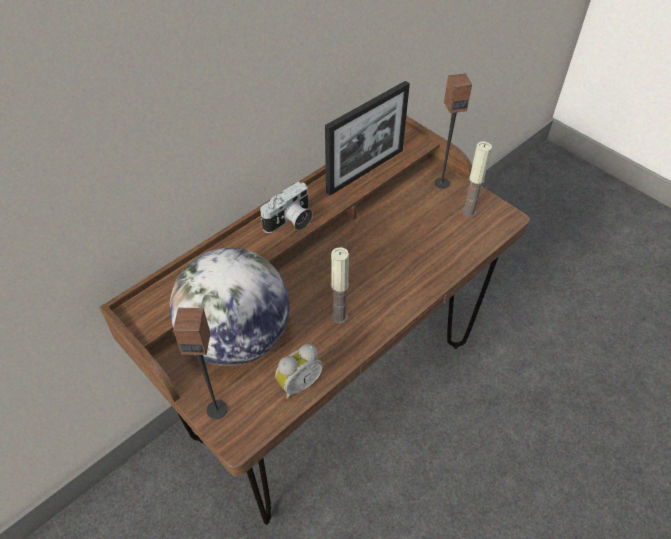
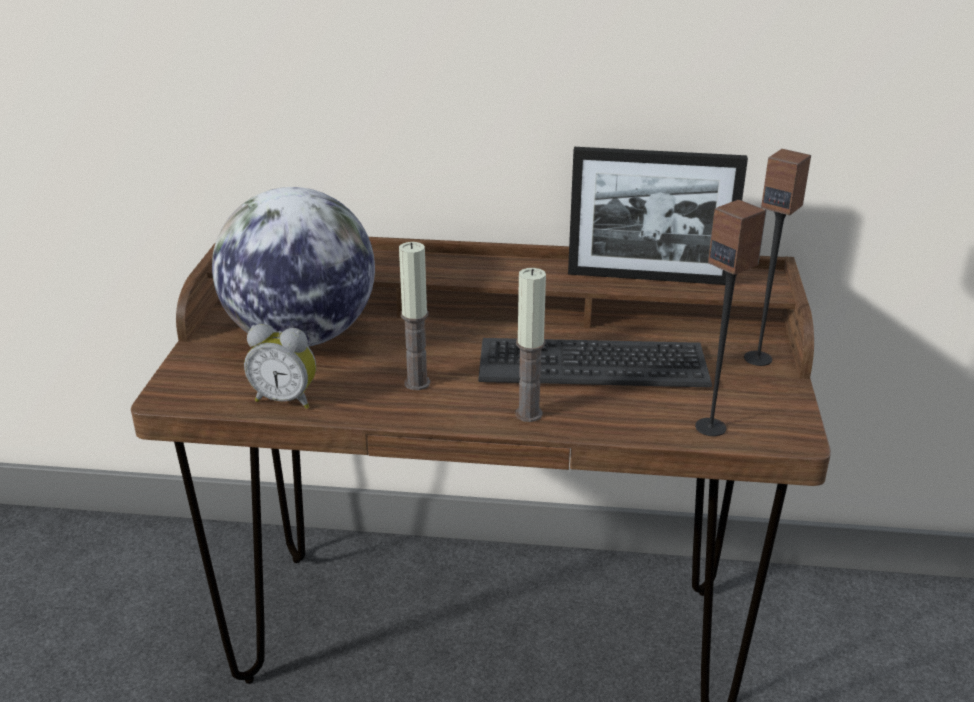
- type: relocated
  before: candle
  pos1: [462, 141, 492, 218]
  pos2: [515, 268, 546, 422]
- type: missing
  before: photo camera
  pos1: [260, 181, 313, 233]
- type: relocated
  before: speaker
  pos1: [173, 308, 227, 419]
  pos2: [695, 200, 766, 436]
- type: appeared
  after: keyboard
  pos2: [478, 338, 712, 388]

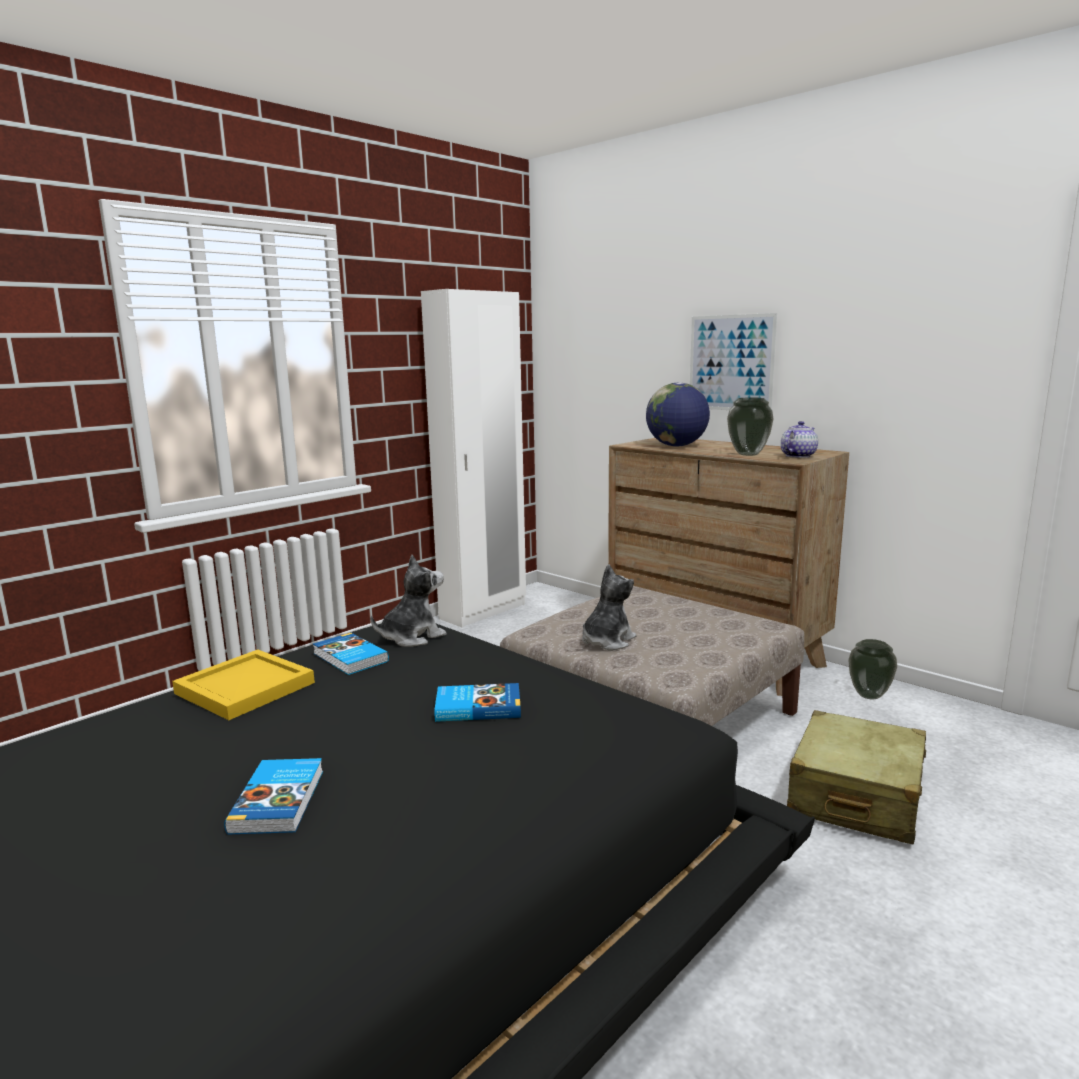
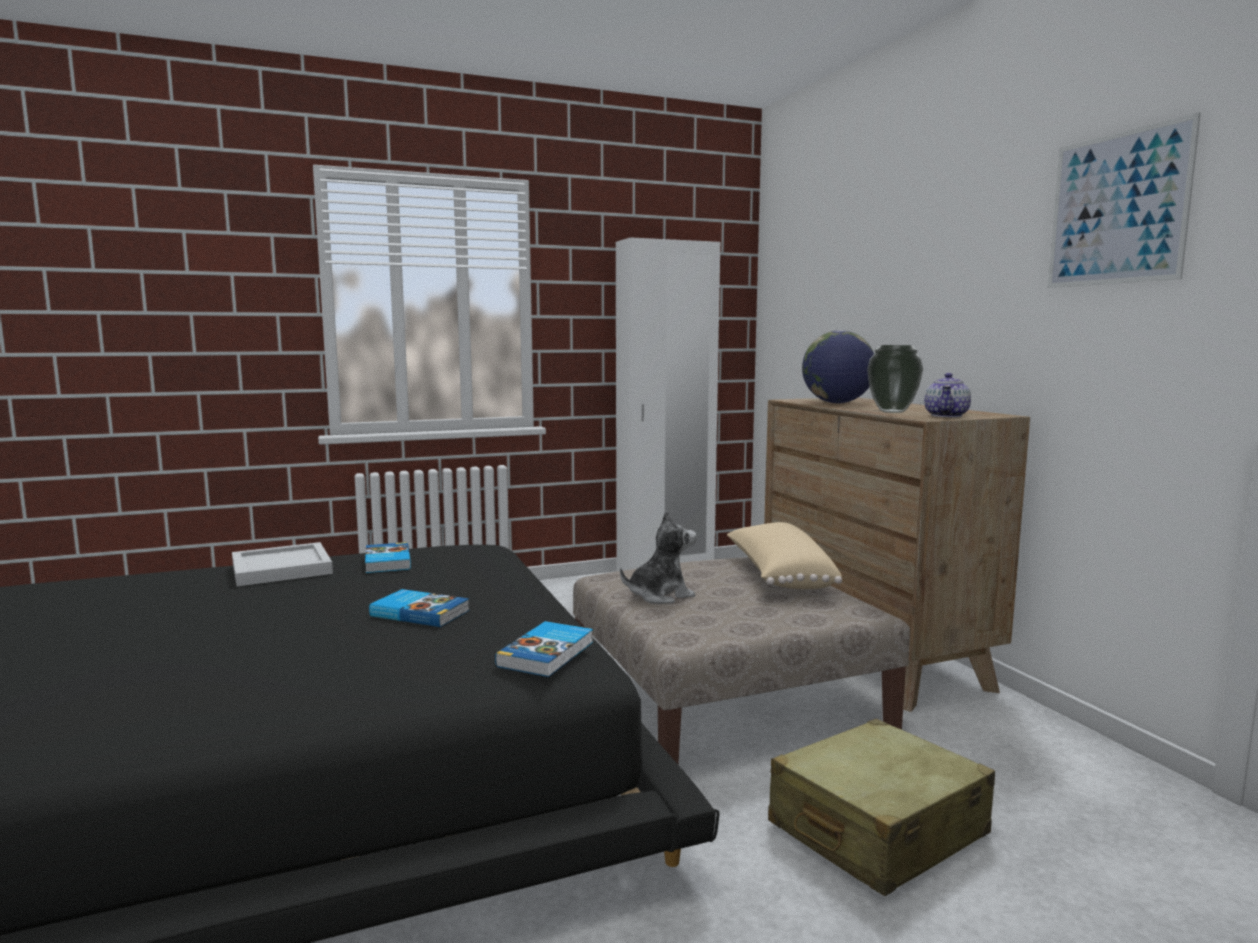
- type: relocated
  before: picture
  pos1: [690, 313, 777, 410]
  pos2: [1048, 112, 1201, 288]
- type: spun
  before: teapot
  pos1: [781, 421, 818, 458]
  pos2: [924, 373, 971, 417]
  turn: 135
- type: missing
  before: plush toy
  pos1: [370, 555, 447, 647]
- type: missing
  before: vase
  pos1: [848, 639, 897, 700]
- type: colour
  before: tray/yellow
  after: tray/white
  pos1: [172, 650, 315, 720]
  pos2: [232, 542, 333, 586]
- type: relocated
  before: book
  pos1: [224, 758, 323, 834]
  pos2: [495, 621, 593, 677]
- type: appeared
  after: pillow/beige
  pos2: [727, 522, 842, 589]

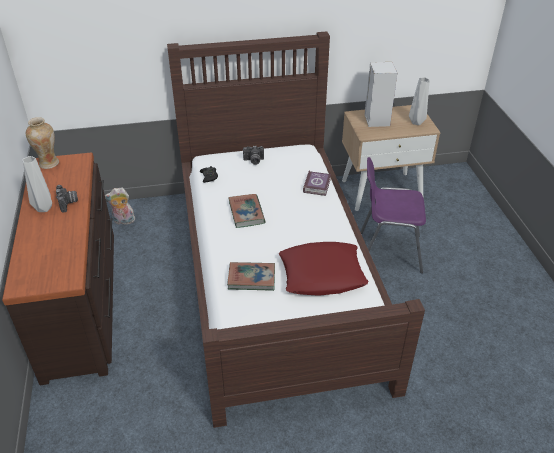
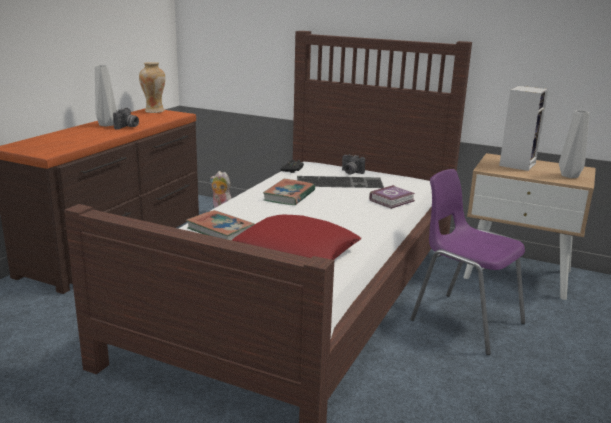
- type: appeared
  after: keyboard
  pos2: [297, 176, 384, 188]

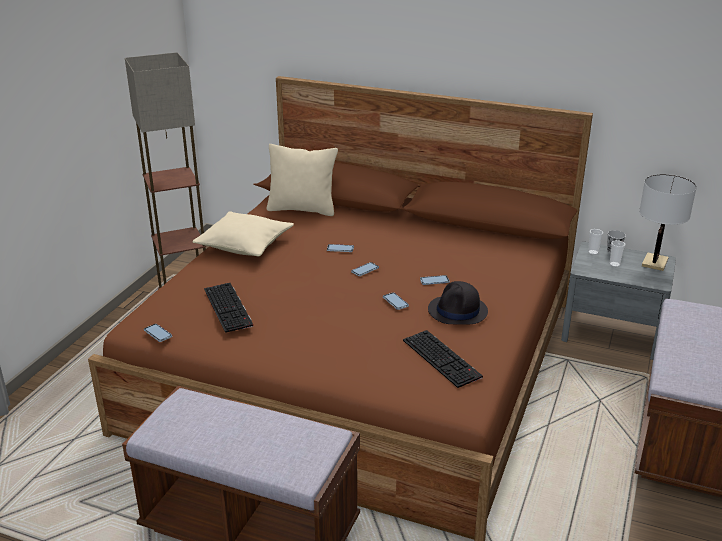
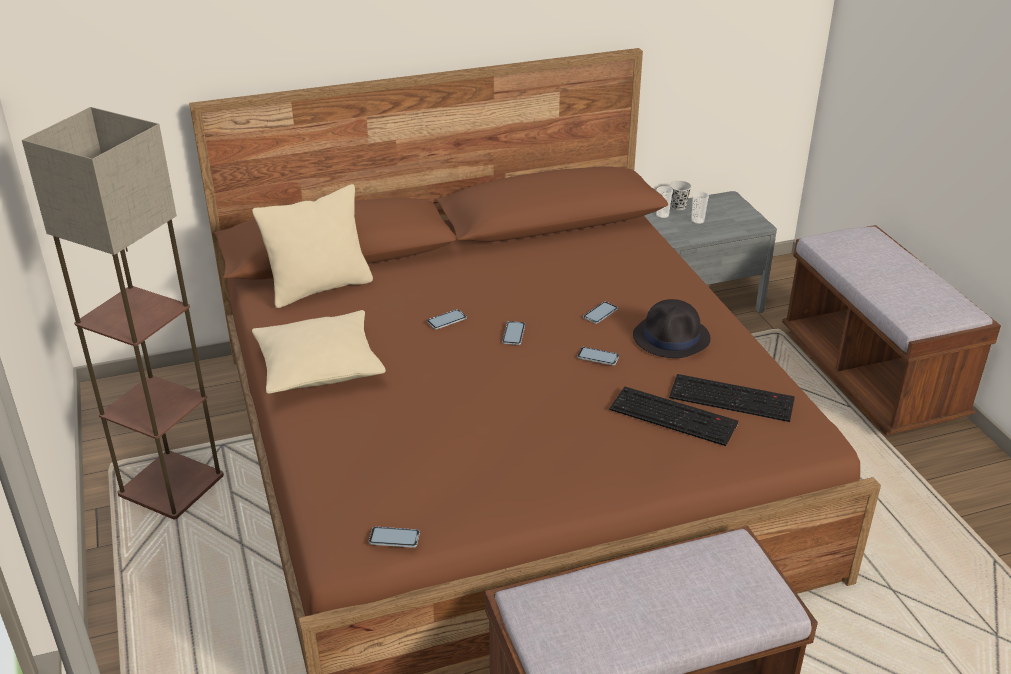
- type: missing
  before: table lamp/white
  pos1: [639, 174, 697, 271]
- type: relocated
  before: keyboard
  pos1: [204, 283, 253, 333]
  pos2: [610, 387, 739, 446]

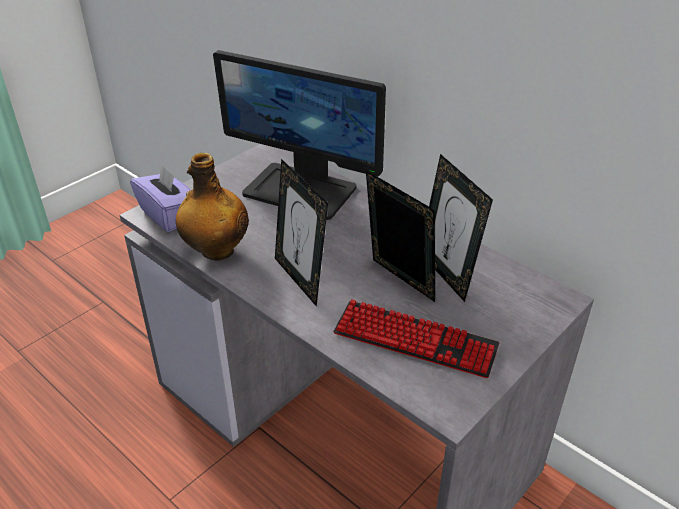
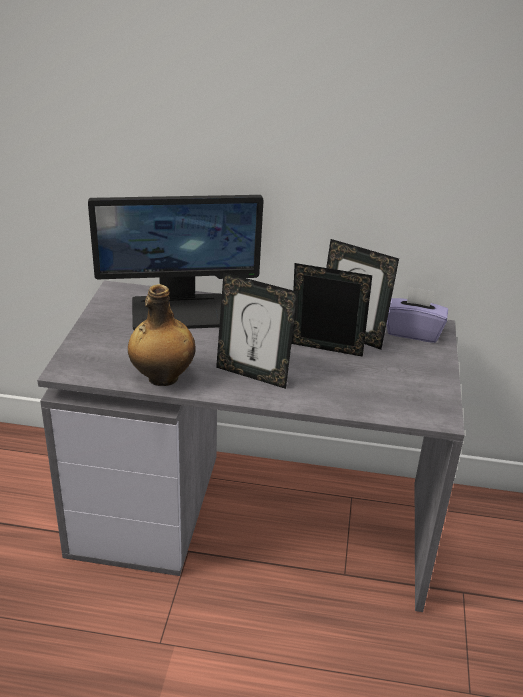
- type: relocated
  before: tissue box/purple
  pos1: [130, 163, 190, 232]
  pos2: [386, 286, 448, 343]
- type: missing
  before: keyboard
  pos1: [333, 299, 500, 378]

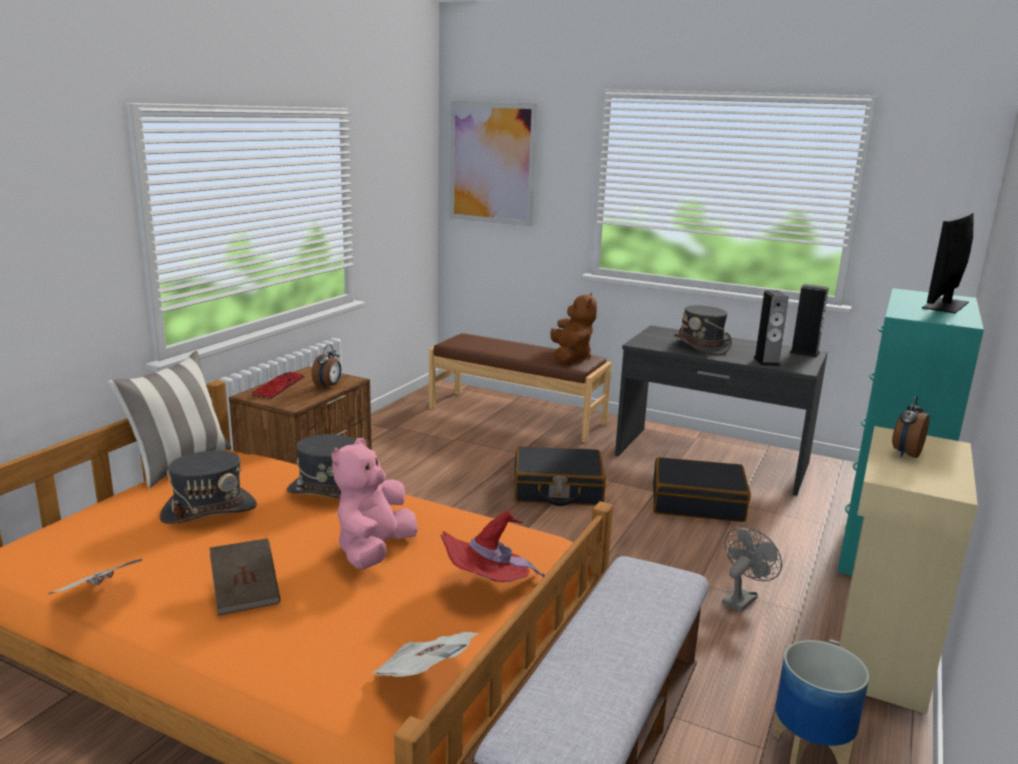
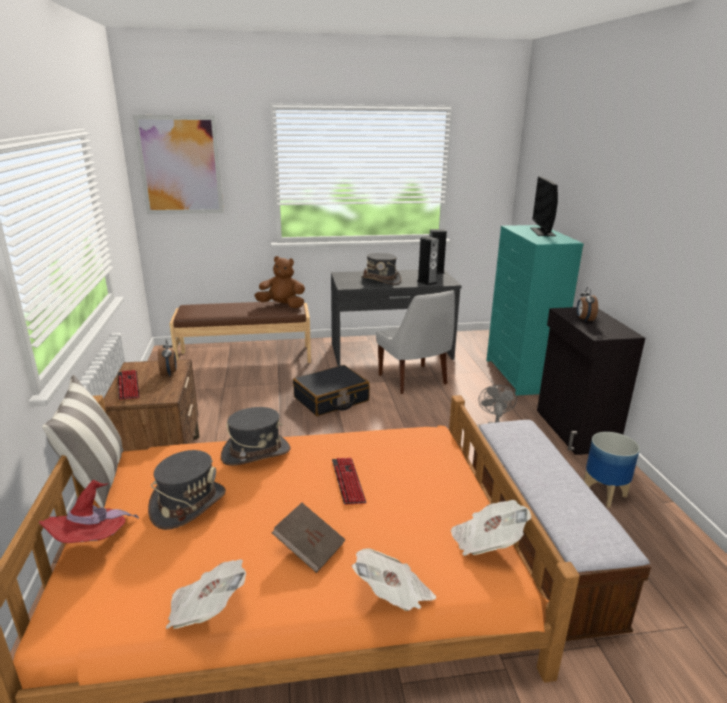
- type: spun
  before: plush toy/brown
  pos1: [550, 293, 597, 363]
  pos2: [254, 256, 305, 308]
  turn: -45
- type: colour
  before: cabinet/beige
  after: cabinet/black
  pos1: [829, 426, 978, 714]
  pos2: [537, 307, 645, 455]
- type: exchanged
  before: plush toy/pink
  after: keyboard
  pos1: [332, 438, 418, 569]
  pos2: [332, 458, 366, 505]
- type: exchanged
  before: suitcase/black
  after: chair/white
  pos1: [653, 457, 751, 522]
  pos2: [376, 290, 455, 394]
- type: relocated
  before: hat/red
  pos1: [440, 510, 545, 582]
  pos2: [39, 480, 139, 543]
- type: appeared
  after: newspaper
  pos2: [352, 548, 436, 611]

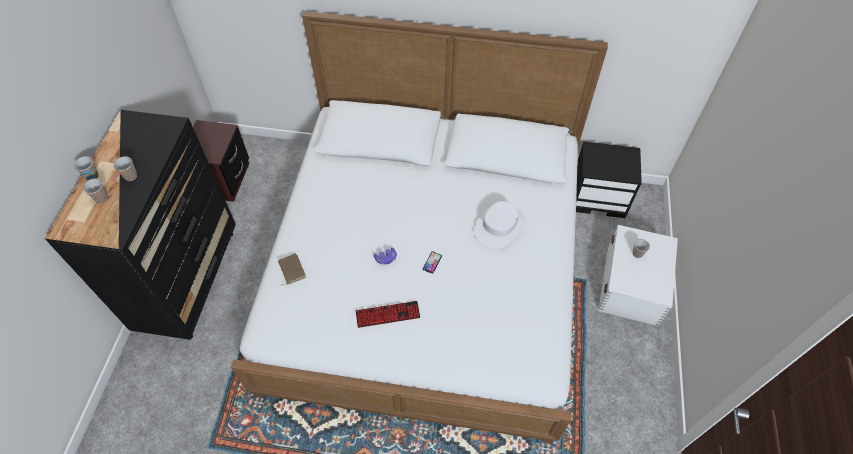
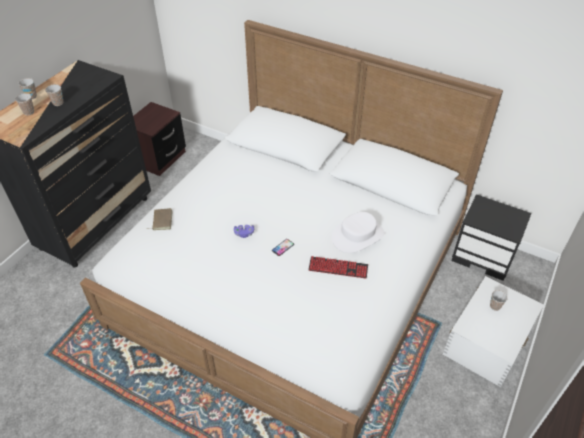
- type: relocated
  before: keyboard
  pos1: [356, 301, 420, 328]
  pos2: [308, 256, 368, 278]

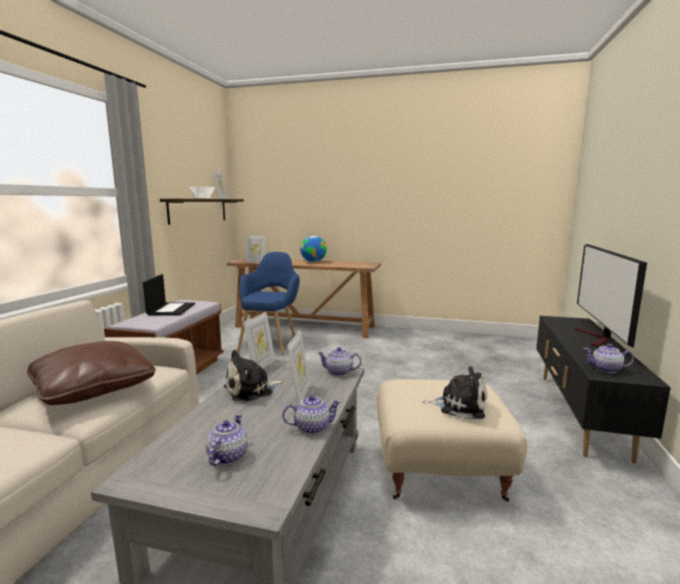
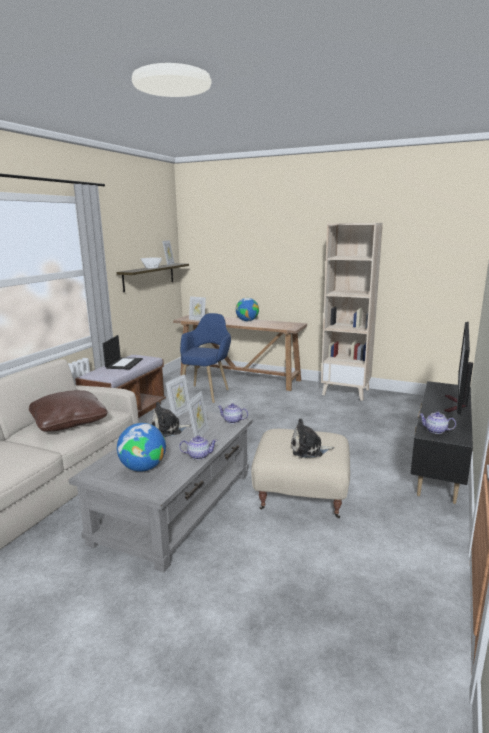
- type: spun
  before: plush toy
  pos1: [423, 366, 487, 419]
  pos2: [291, 418, 334, 458]
  turn: 150
- type: exchanged
  before: teapot
  after: globe
  pos1: [206, 413, 248, 466]
  pos2: [117, 423, 166, 472]
- type: appeared
  after: bookcase/beige
  pos2: [321, 223, 383, 401]

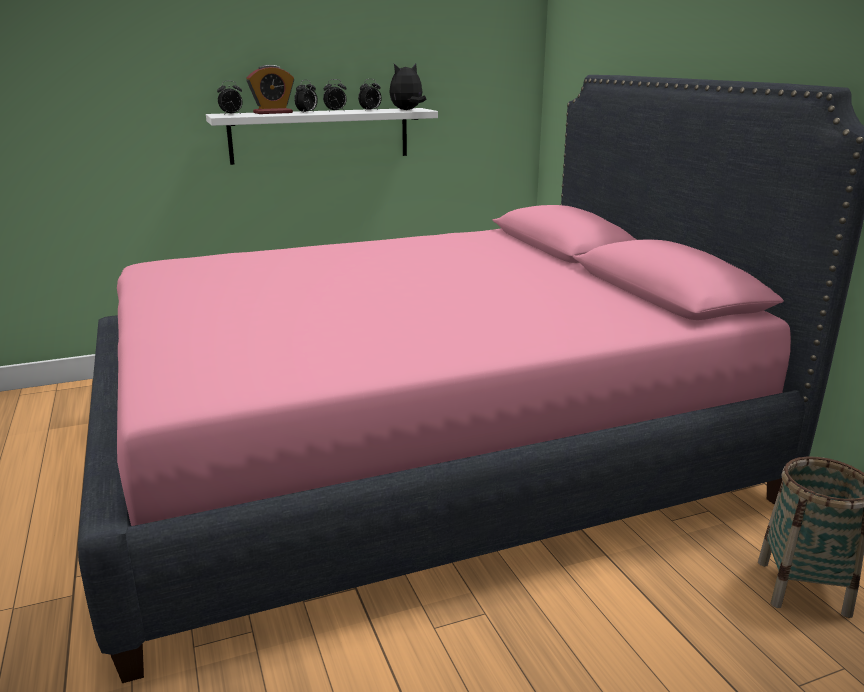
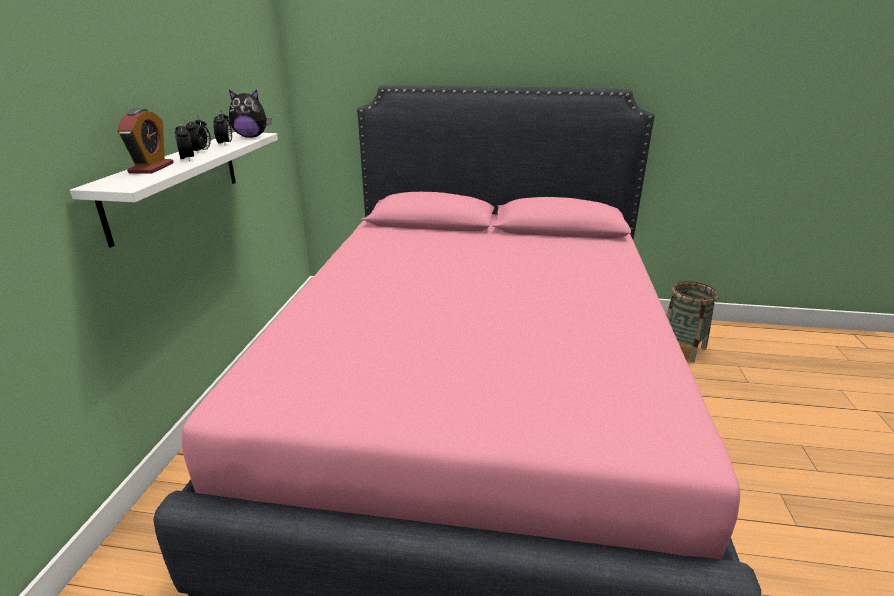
- type: spun
  before: plush toy
  pos1: [389, 64, 426, 110]
  pos2: [229, 89, 272, 138]
  turn: -90
- type: missing
  before: alarm clock
  pos1: [217, 81, 243, 115]

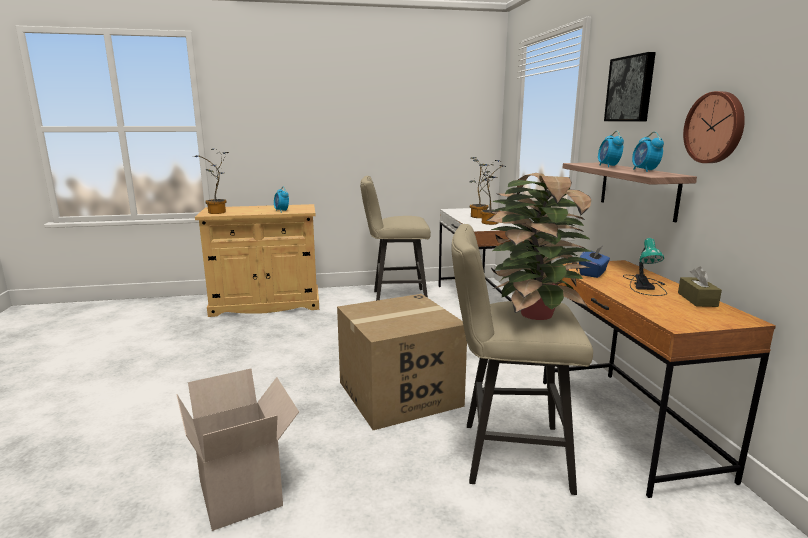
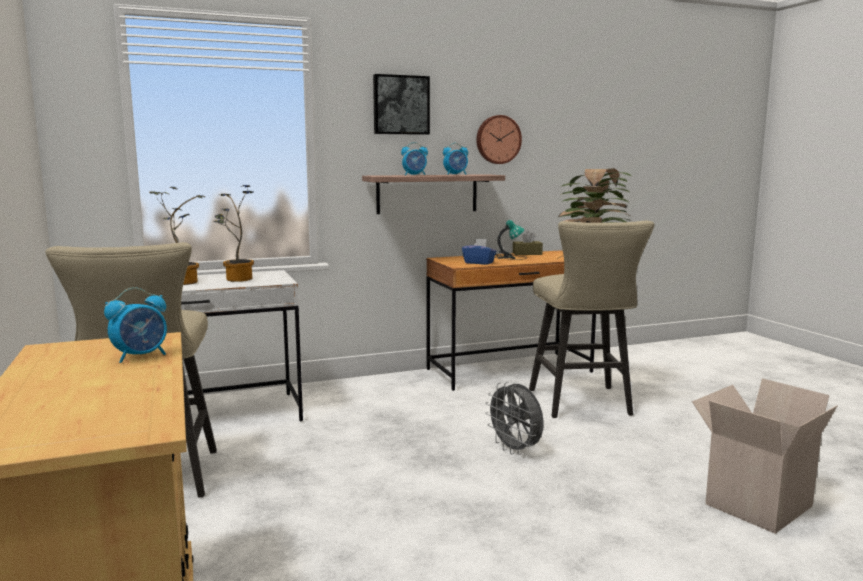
- type: missing
  before: potted plant
  pos1: [193, 149, 229, 214]
- type: exchanged
  before: cardboard box
  after: fan/grey
  pos1: [337, 294, 467, 430]
  pos2: [485, 382, 544, 455]

